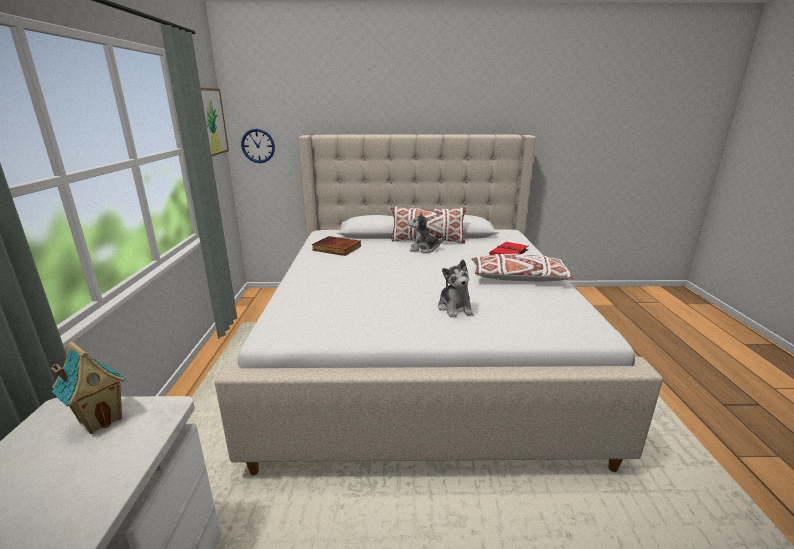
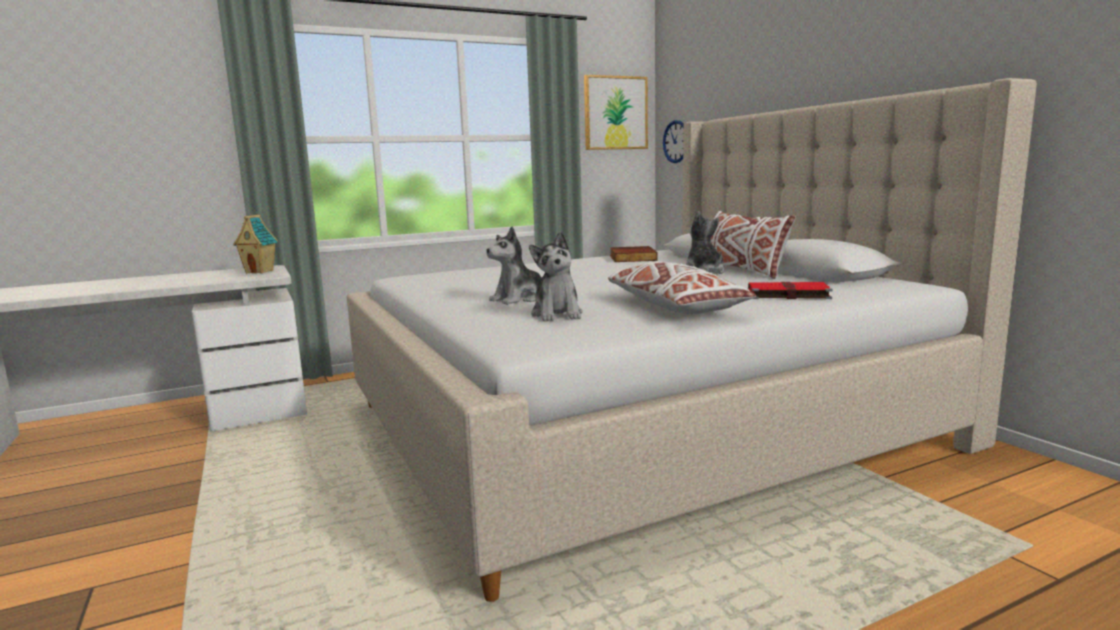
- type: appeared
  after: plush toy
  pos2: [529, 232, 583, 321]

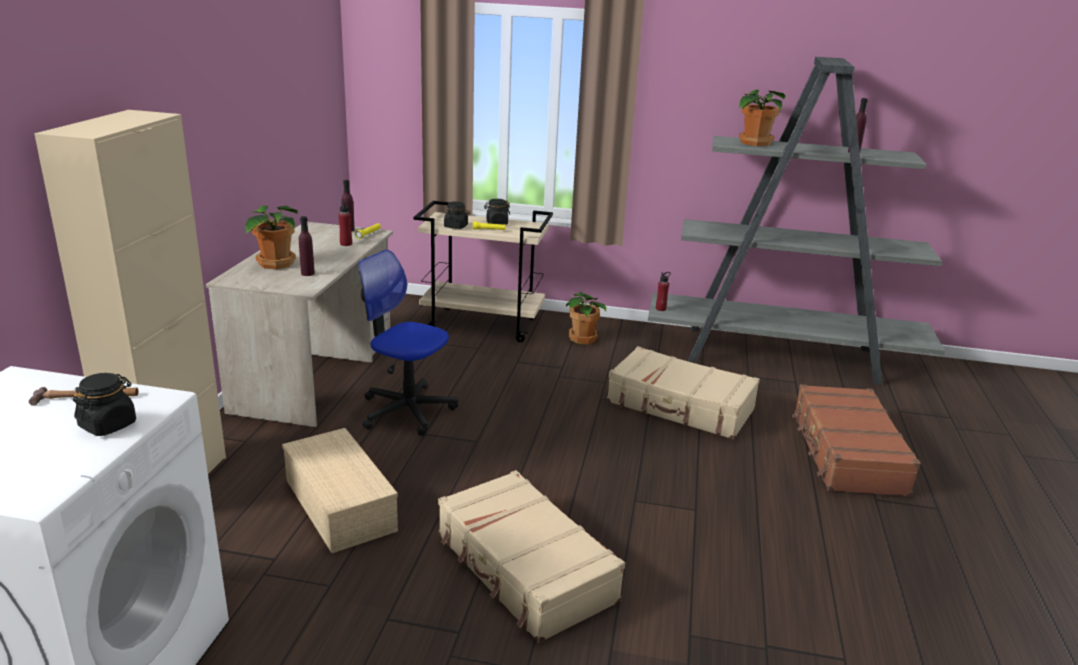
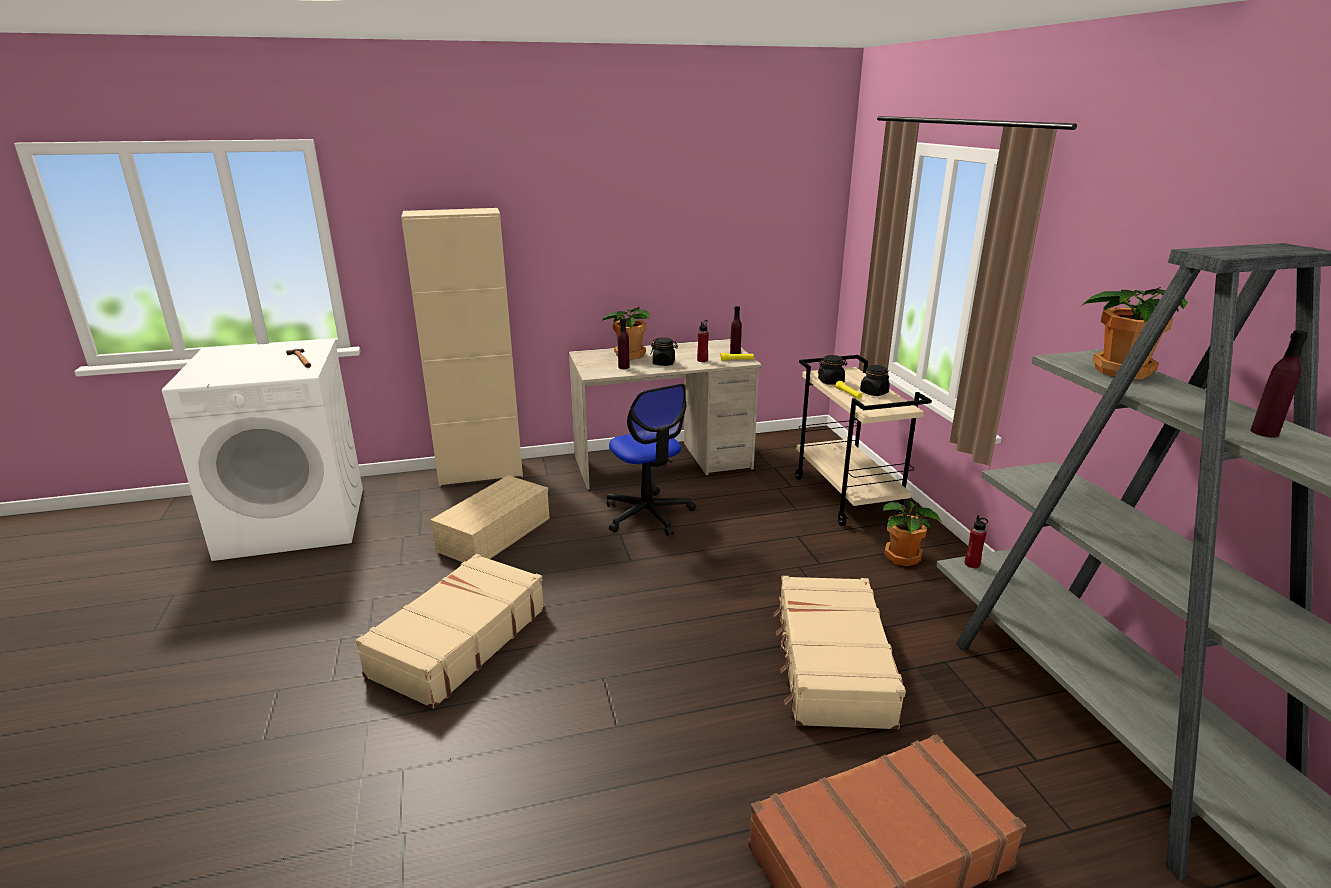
- type: spun
  before: office chair
  pos1: [358, 250, 459, 436]
  pos2: [606, 384, 696, 536]
  turn: 150
- type: relocated
  before: jar/black
  pos1: [73, 373, 136, 436]
  pos2: [650, 337, 678, 366]

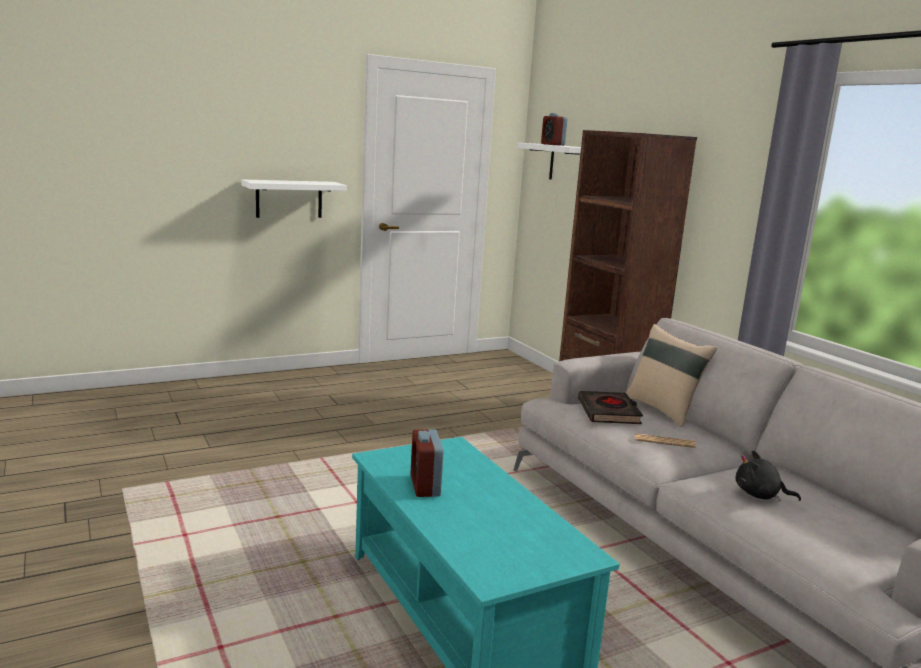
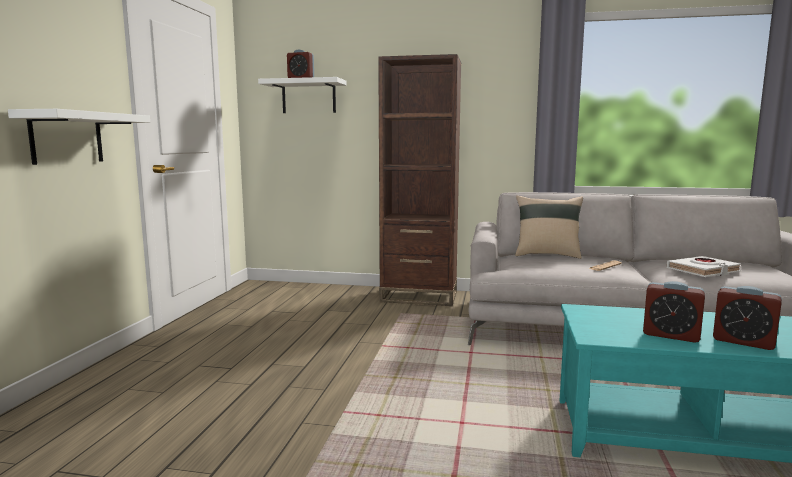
- type: missing
  before: book/black
  pos1: [578, 391, 643, 424]
- type: exchanged
  before: plush toy/black
  after: book/white
  pos1: [735, 450, 801, 502]
  pos2: [667, 256, 741, 277]
- type: appeared
  after: alarm clock
  pos2: [713, 286, 782, 350]

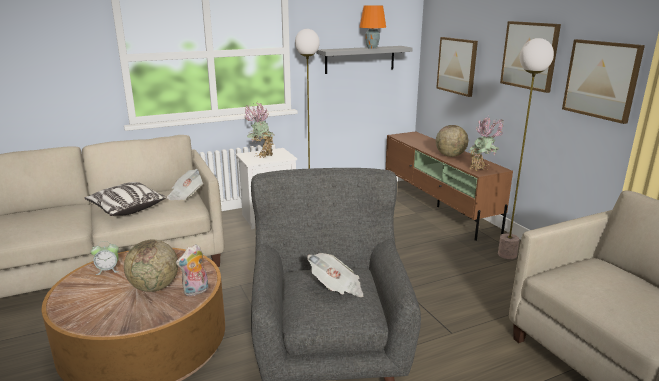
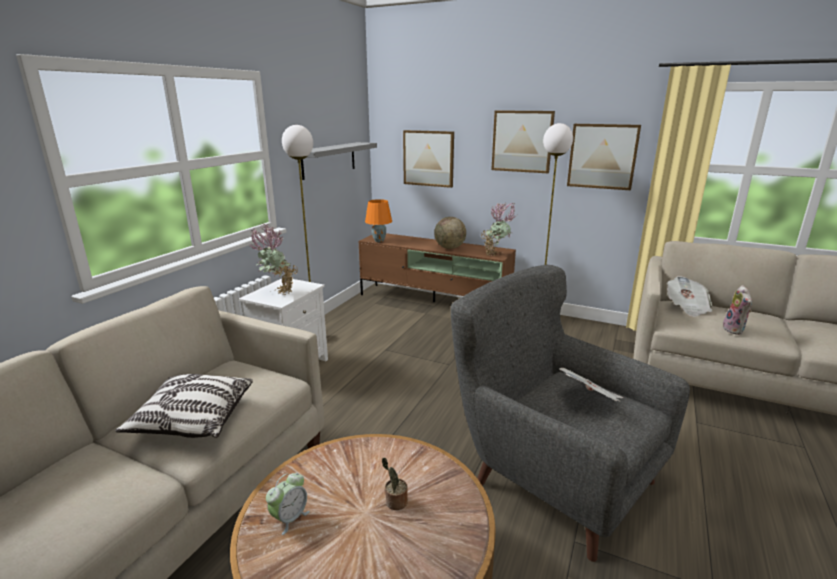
- type: relocated
  before: table lamp/orange
  pos1: [359, 5, 386, 49]
  pos2: [365, 199, 392, 242]
- type: relocated
  before: newspaper
  pos1: [166, 169, 203, 200]
  pos2: [667, 276, 713, 317]
- type: exchanged
  before: globe
  after: potted plant
  pos1: [124, 240, 178, 292]
  pos2: [382, 457, 408, 510]
- type: relocated
  before: plush toy
  pos1: [176, 244, 209, 296]
  pos2: [723, 285, 752, 335]

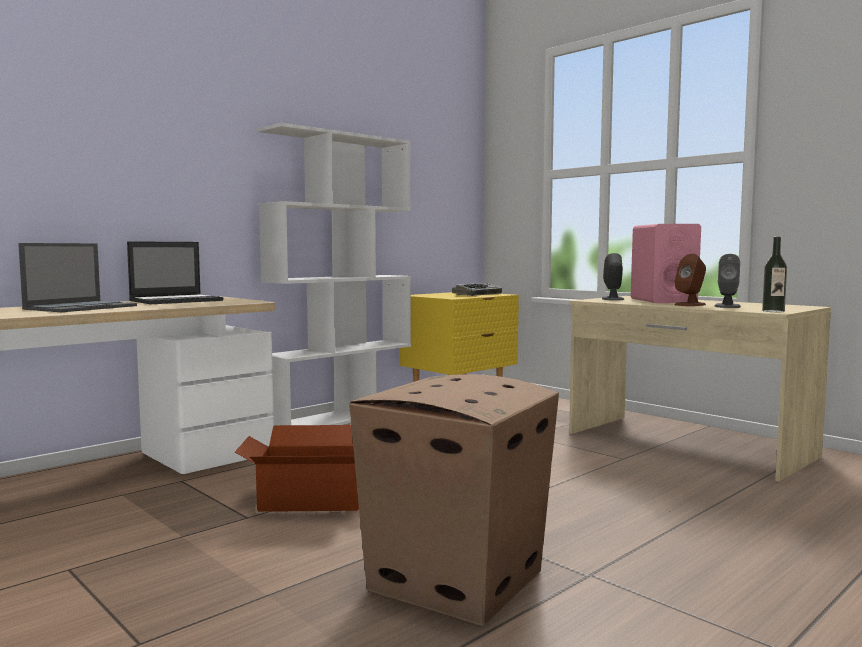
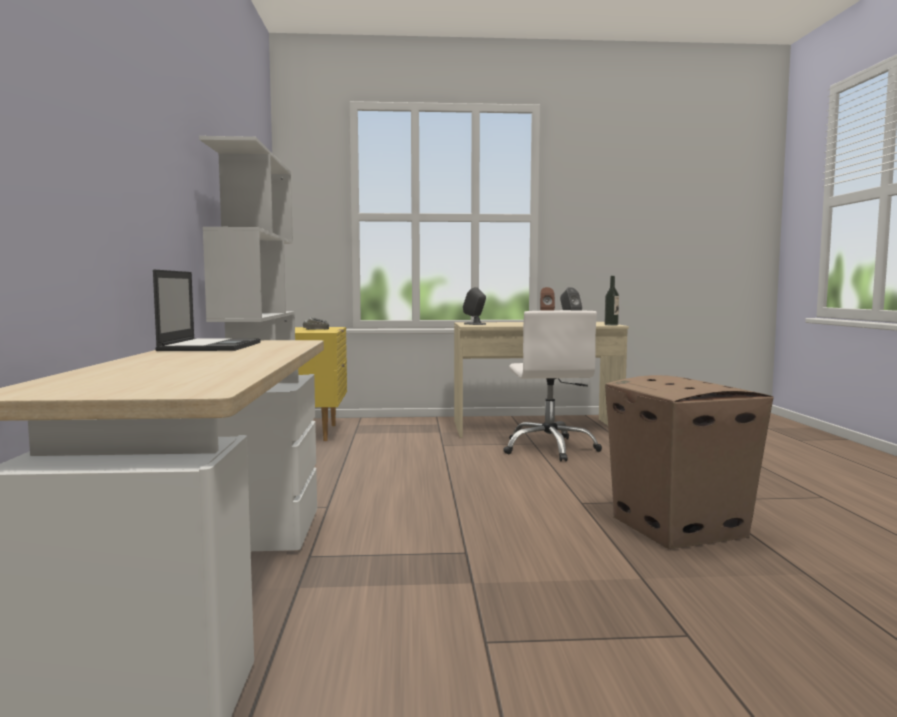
- type: missing
  before: speaker/pink
  pos1: [631, 224, 701, 303]
- type: missing
  before: laptop
  pos1: [18, 243, 137, 312]
- type: missing
  before: cardboard box
  pos1: [235, 425, 359, 512]
- type: appeared
  after: office chair/white
  pos2: [503, 310, 602, 461]

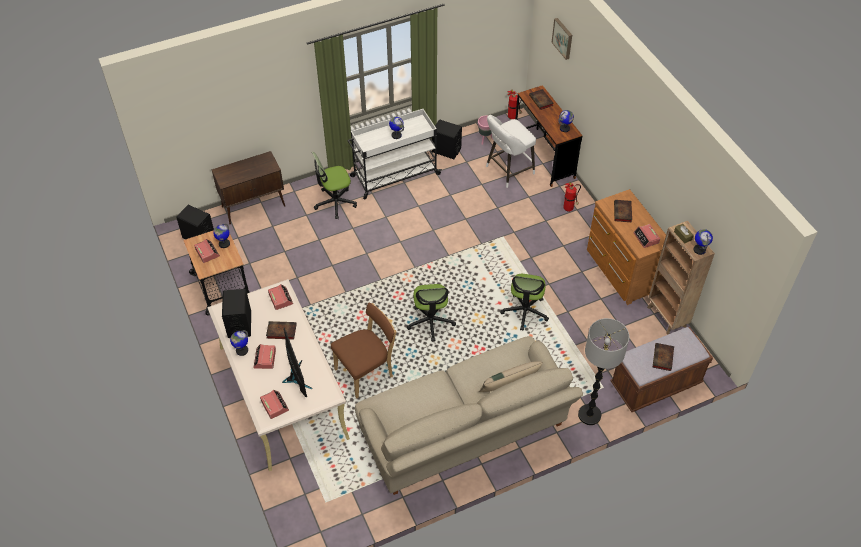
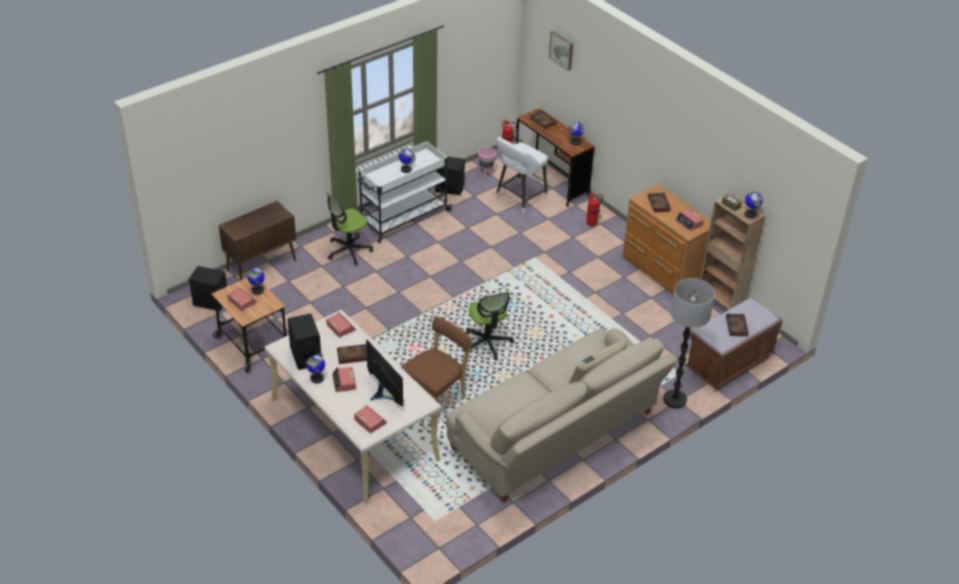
- type: missing
  before: office chair
  pos1: [500, 274, 549, 331]

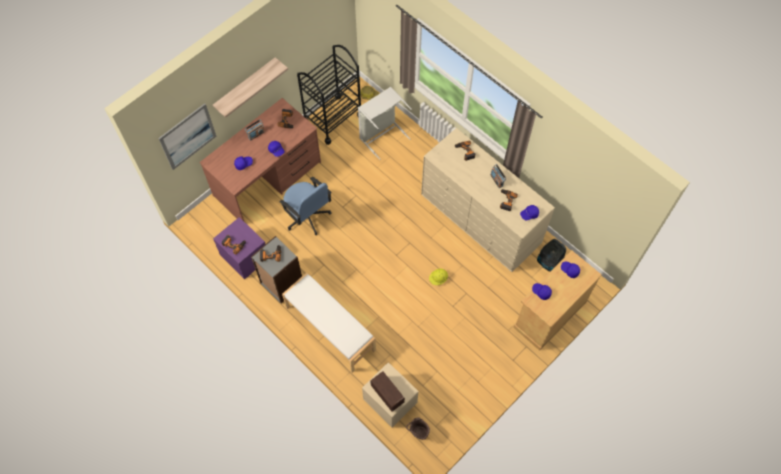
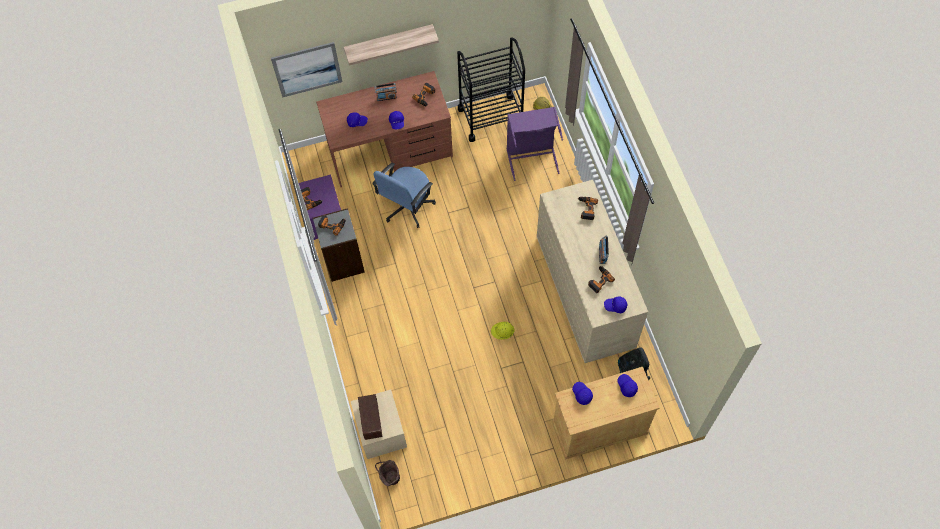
- type: colour
  before: laundry basket/grey
  after: laundry basket/purple
  pos1: [358, 87, 412, 160]
  pos2: [507, 107, 563, 181]
- type: spun
  before: office chair/blue
  pos1: [279, 177, 332, 235]
  pos2: [372, 163, 436, 228]
  turn: 45
- type: missing
  before: bench/white
  pos1: [282, 273, 376, 373]

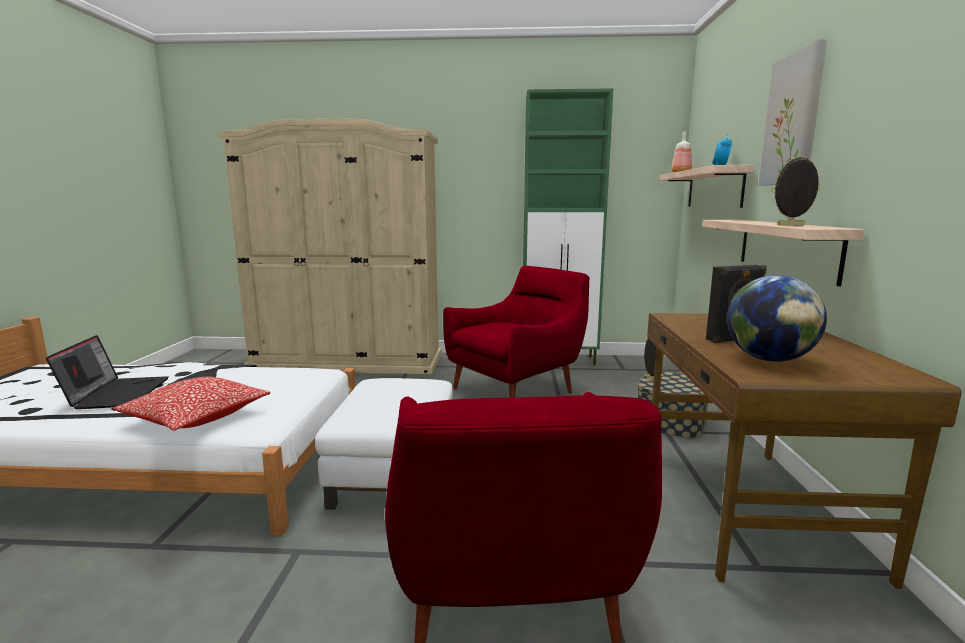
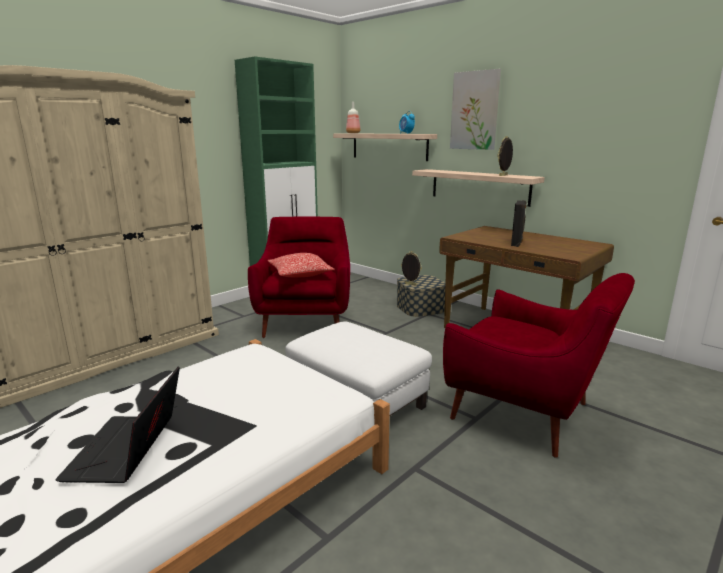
- type: missing
  before: globe
  pos1: [727, 275, 827, 362]
- type: spun
  before: laptop
  pos1: [46, 335, 169, 409]
  pos2: [55, 367, 180, 483]
  turn: -120
- type: relocated
  before: pillow
  pos1: [113, 377, 270, 431]
  pos2: [268, 253, 335, 278]

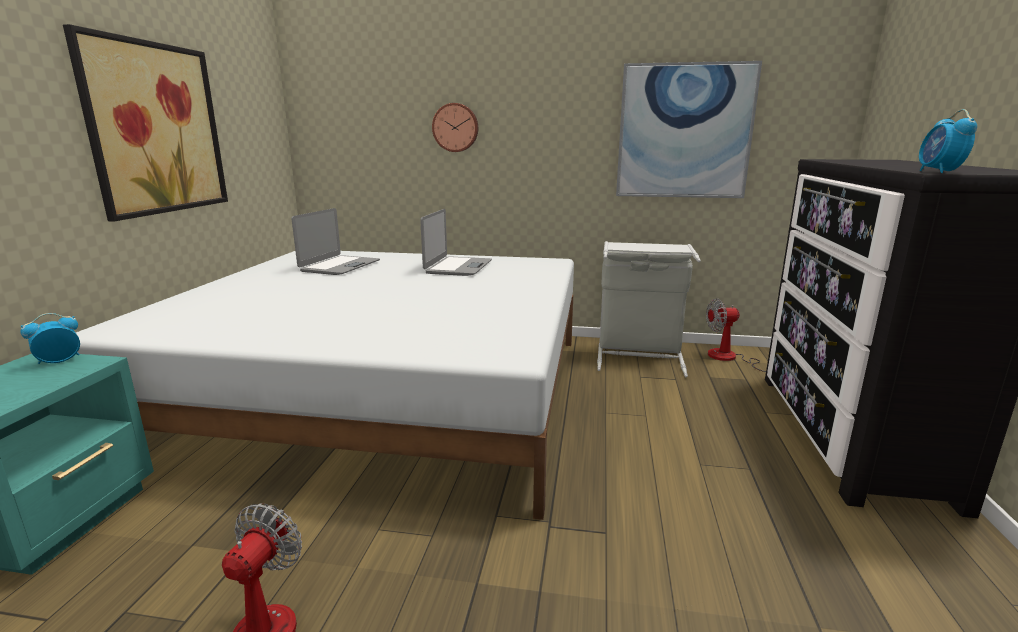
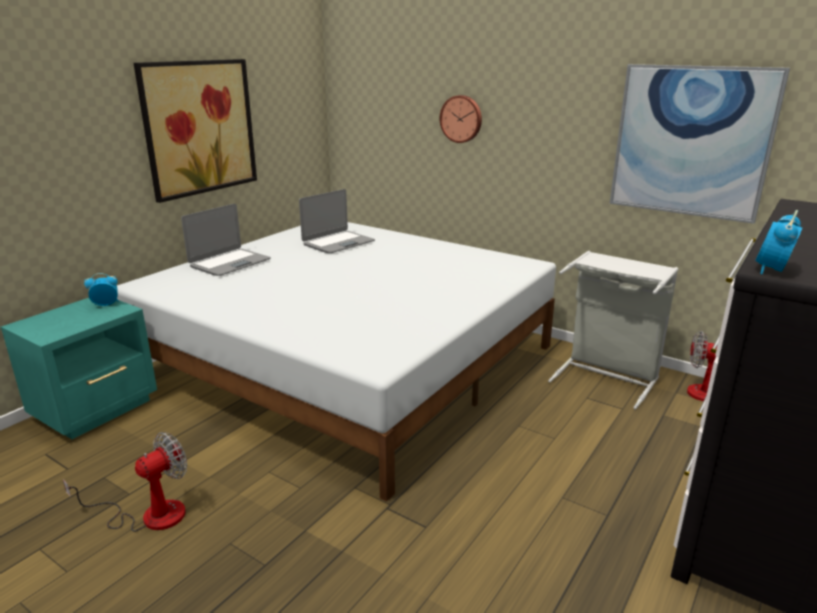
- type: relocated
  before: laptop
  pos1: [420, 209, 492, 276]
  pos2: [181, 204, 271, 276]

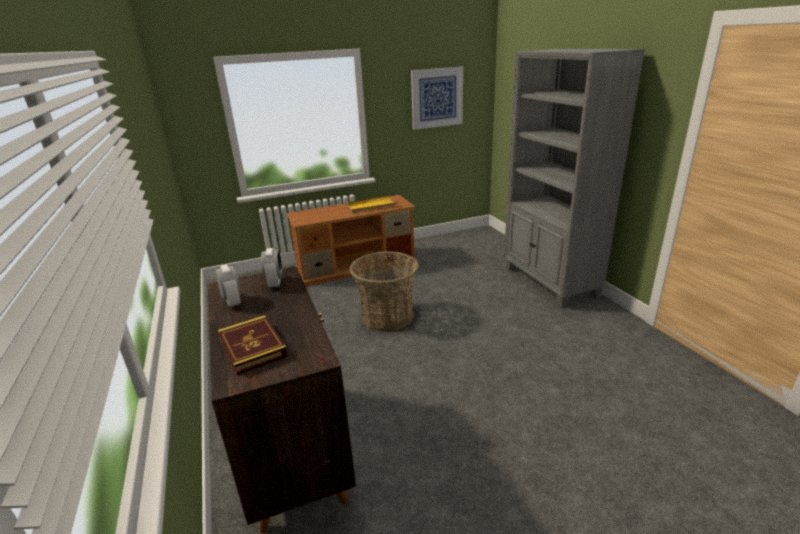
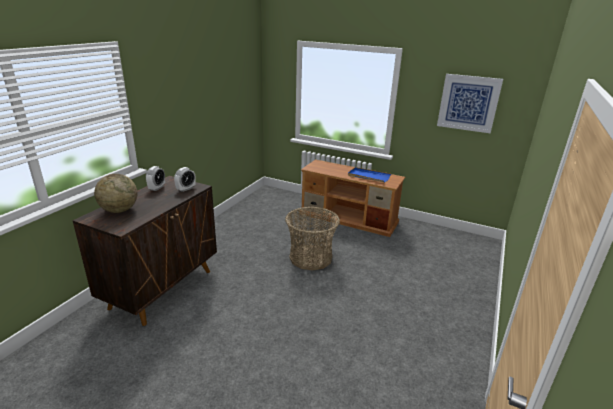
- type: missing
  before: bookcase/grey
  pos1: [504, 49, 645, 308]
- type: colour
  before: tray/yellow
  after: tray/blue
  pos1: [347, 195, 398, 213]
  pos2: [348, 167, 391, 183]
- type: exchanged
  before: book
  after: globe
  pos1: [218, 315, 288, 375]
  pos2: [94, 174, 137, 213]

